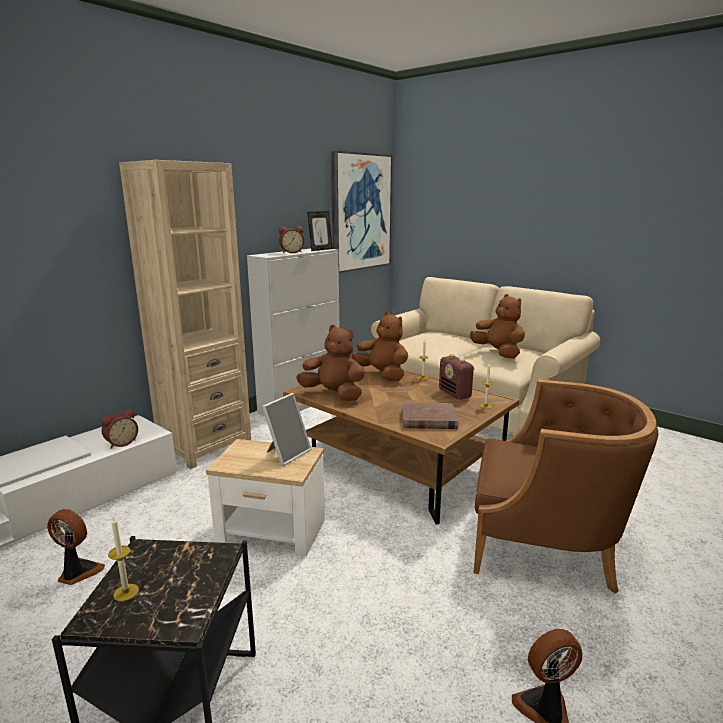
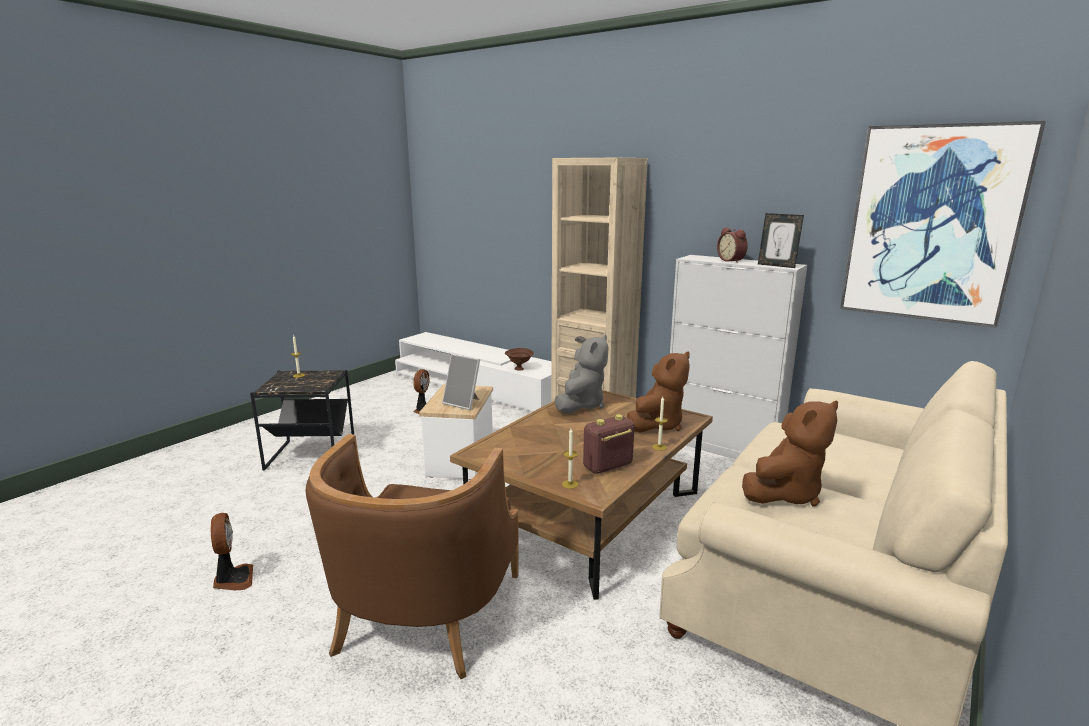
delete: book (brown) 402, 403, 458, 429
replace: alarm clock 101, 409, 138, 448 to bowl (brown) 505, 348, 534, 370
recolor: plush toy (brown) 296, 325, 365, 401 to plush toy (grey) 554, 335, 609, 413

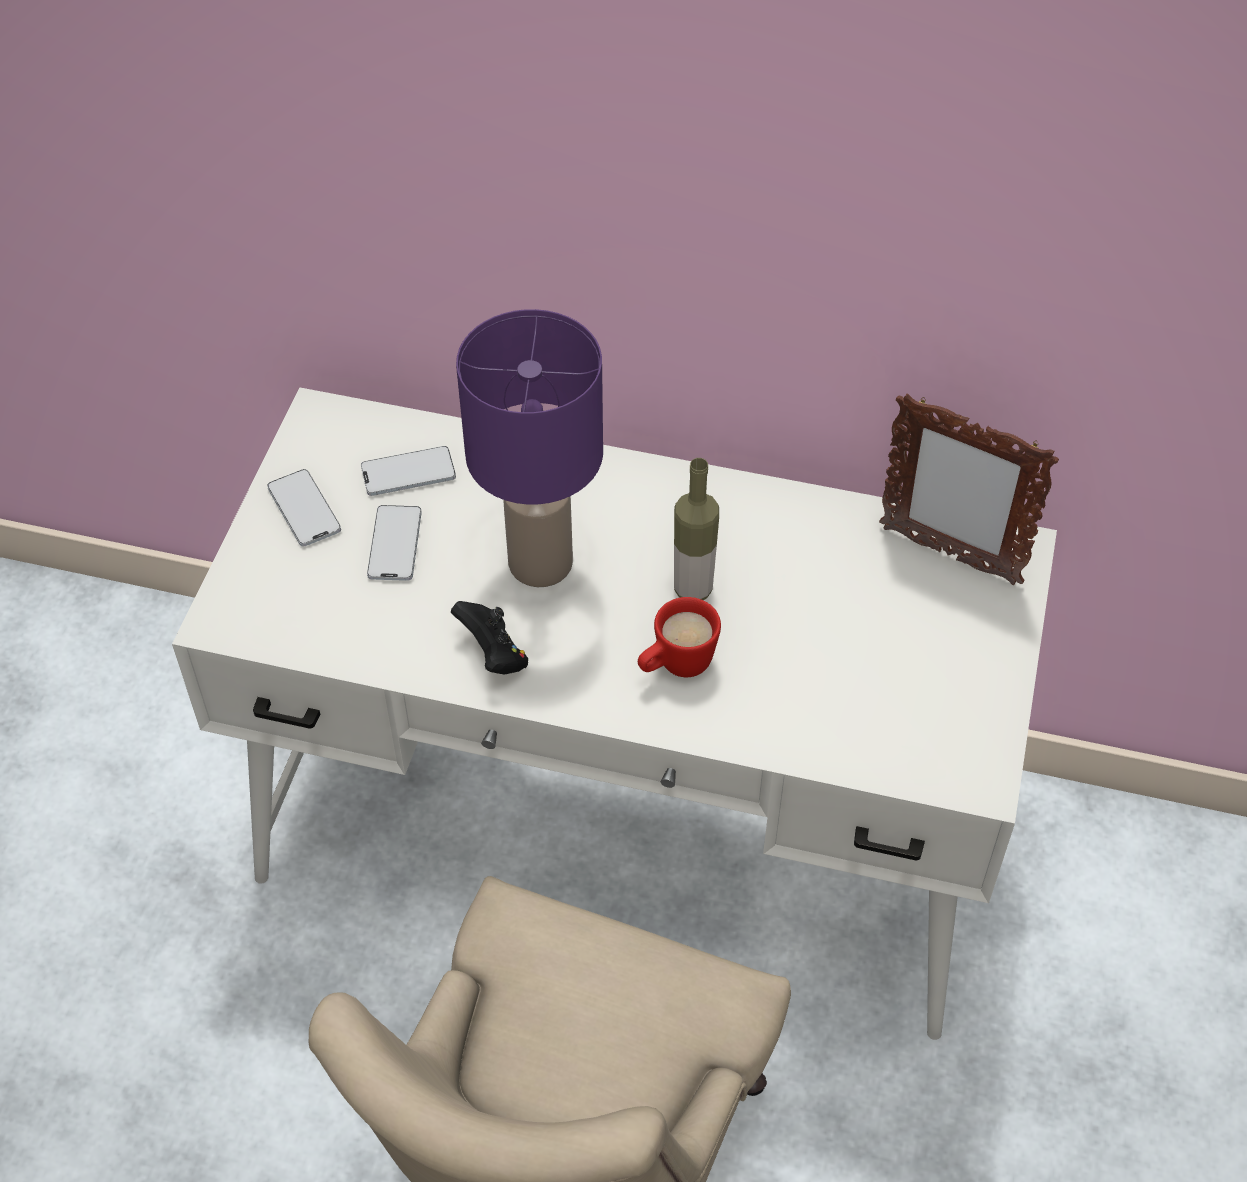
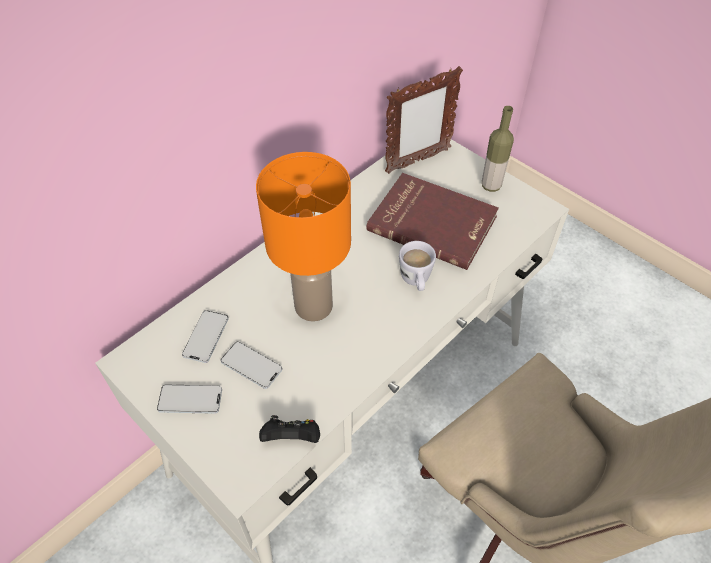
insert: book (red) 366, 173, 499, 270
move: game controller (black) 451, 601, 528, 675 to 259, 415, 320, 443; bottle 674, 458, 719, 600 to 482, 106, 514, 192
recolor: table lamp (purple) 456, 309, 603, 587 to table lamp (orange) 256, 152, 351, 322; mug (red) 638, 597, 721, 677 to mug (white) 399, 241, 436, 291

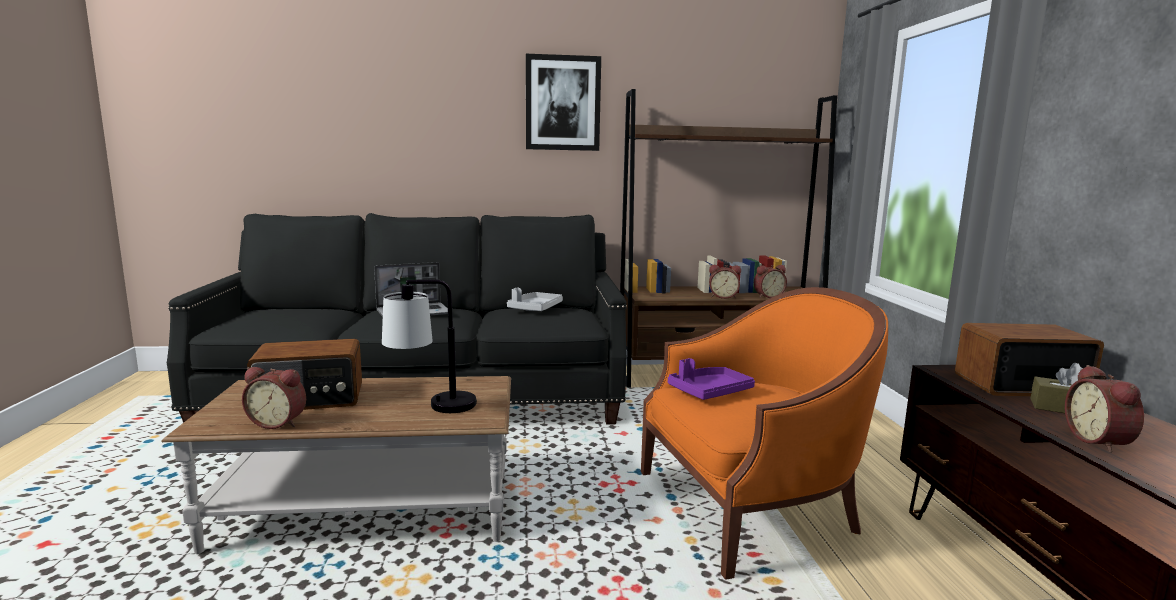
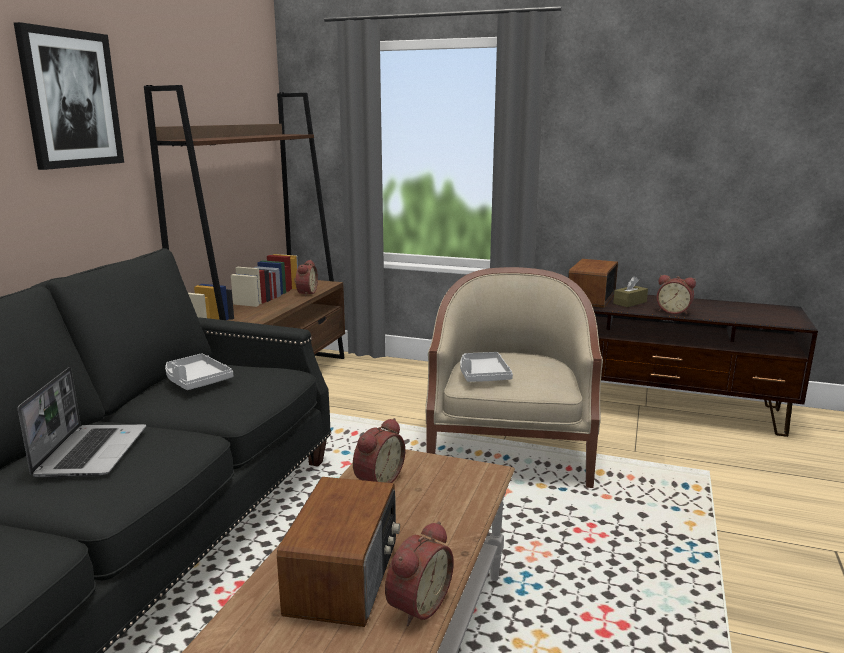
delete: table lamp 382, 279, 477, 413
move: alarm clock 709, 265, 741, 299 to 353, 418, 405, 483
recolor: armchair (orange) 641, 287, 888, 580 to armchair (beige) 425, 267, 603, 488; tray (purple) 668, 358, 755, 400 to tray (grey) 460, 352, 513, 382

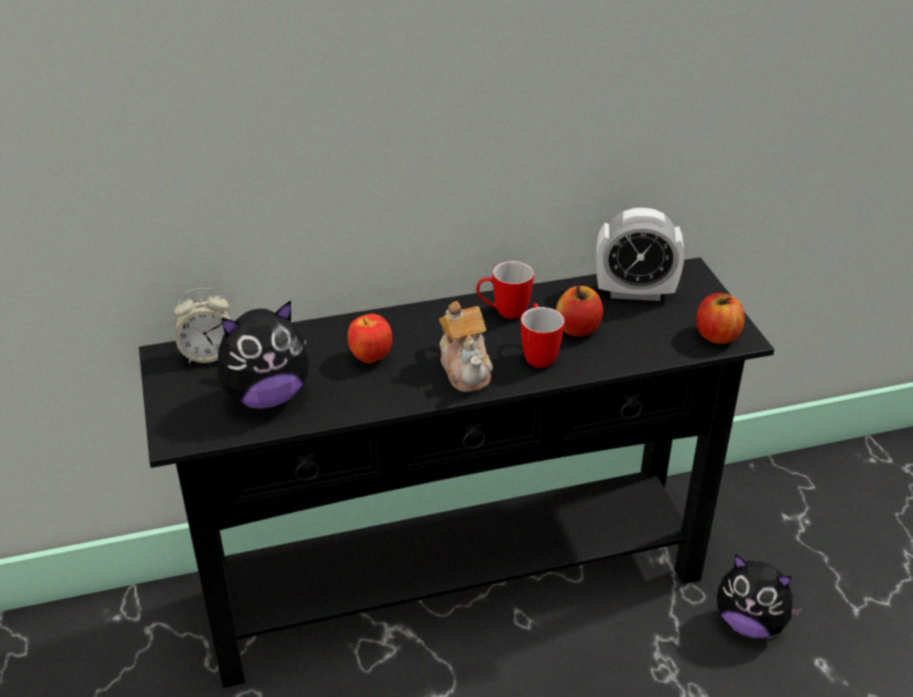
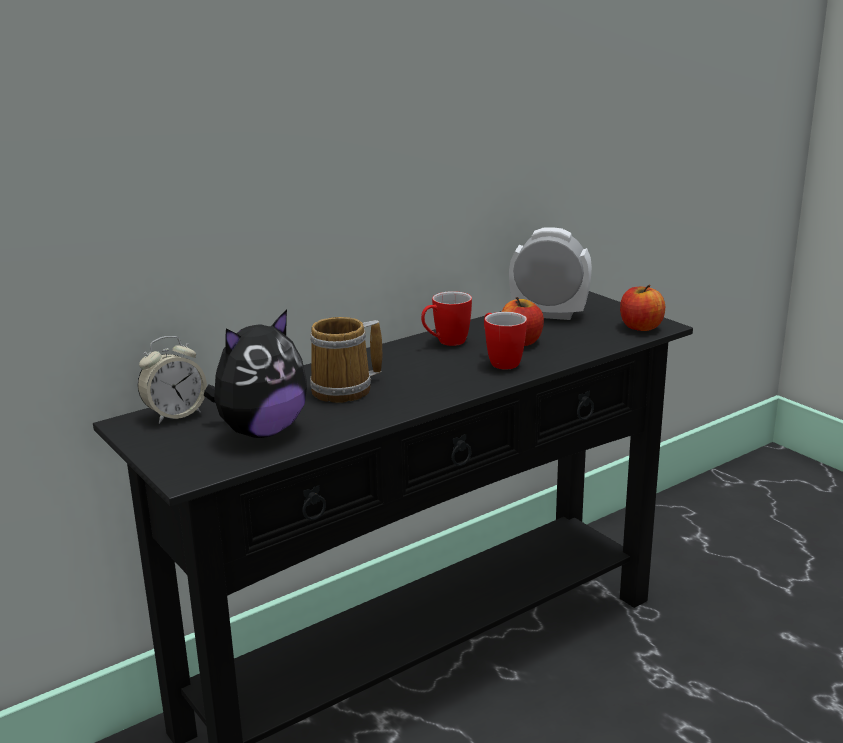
delete: teapot 439, 301, 493, 392; plush toy 717, 554, 803, 638
replace: apple 348, 314, 392, 363 to mug 310, 317, 382, 403
rotate: alarm clock 597, 207, 684, 301 = 509, 227, 592, 320 150 degrees counterclockwise

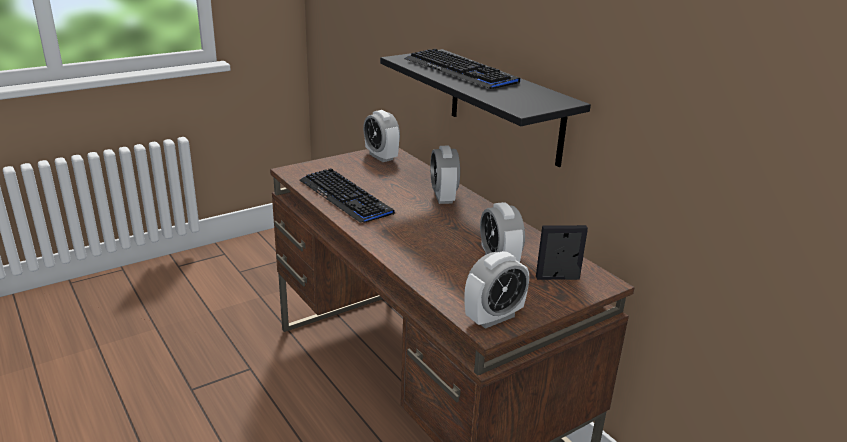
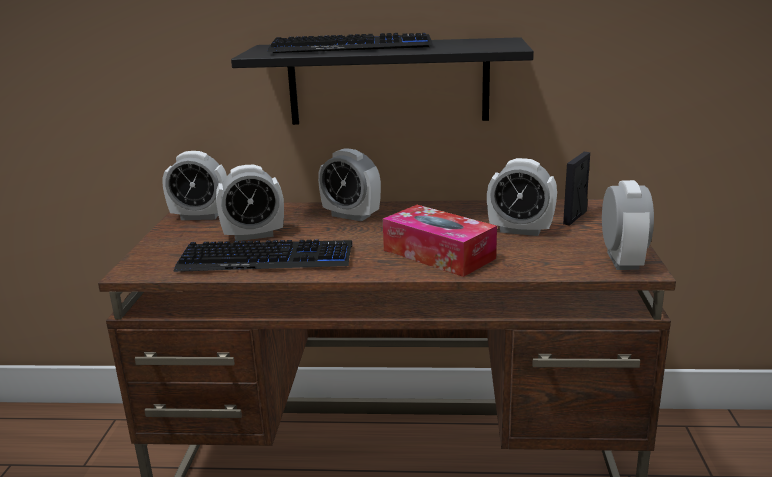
insert: alarm clock 216, 165, 284, 241; tissue box 383, 205, 497, 277

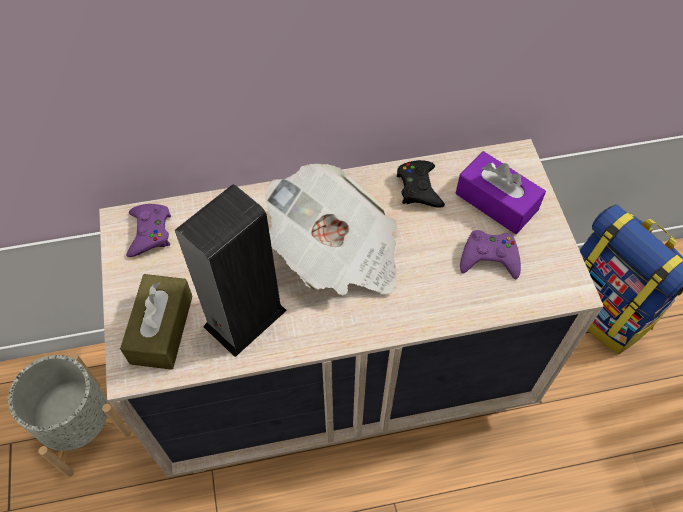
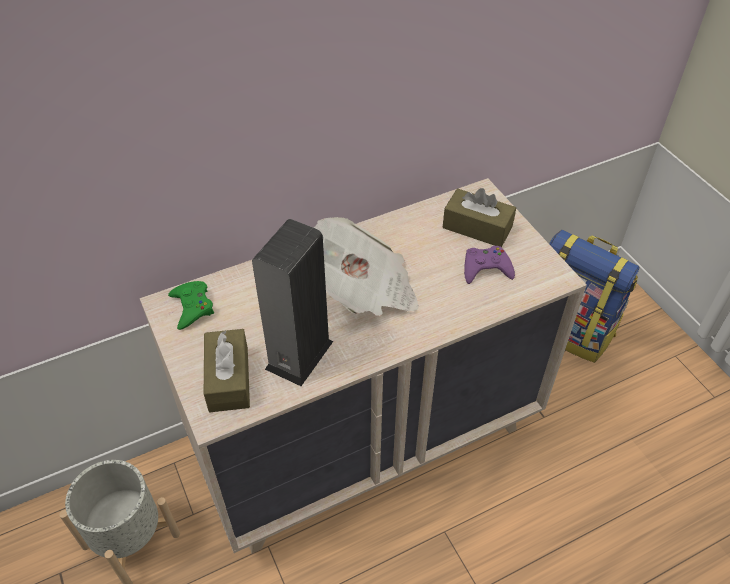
delete: game controller (black) 397, 160, 445, 207
recolor: game controller (purple) 126, 204, 171, 257 to game controller (green) 168, 281, 214, 330; tissue box (purple) 456, 151, 546, 234 to tissue box (brown) 442, 188, 516, 247

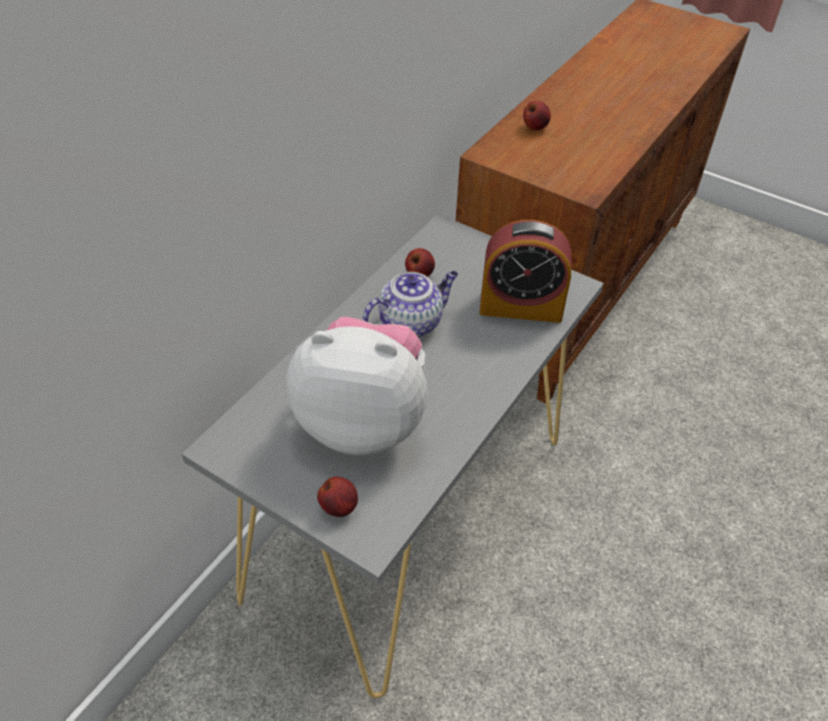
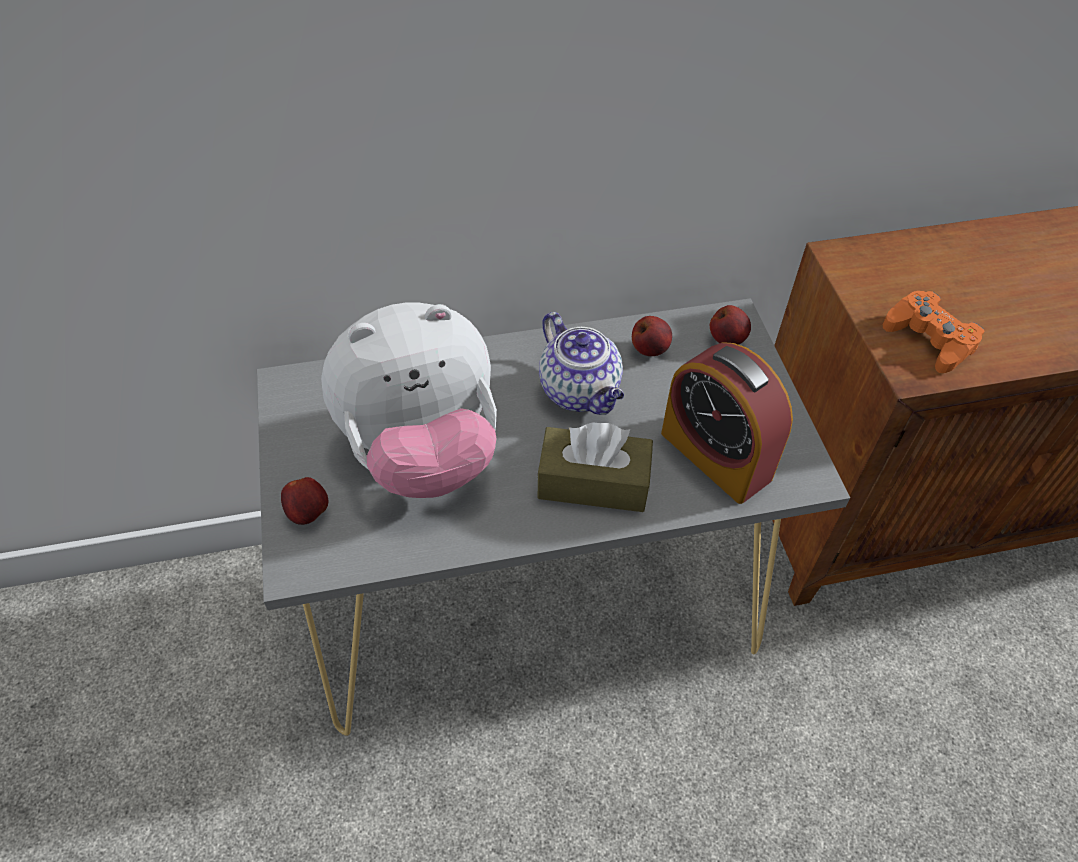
insert: tissue box (brown) 537, 422, 653, 512; game controller (orange) 883, 291, 985, 373
move: apple 523, 101, 551, 130 to 710, 305, 751, 345
rotate: plush toy 286, 317, 427, 455 = 321, 303, 497, 498 105 degrees clockwise; teapot 363, 271, 458, 337 = 539, 312, 624, 415 45 degrees clockwise

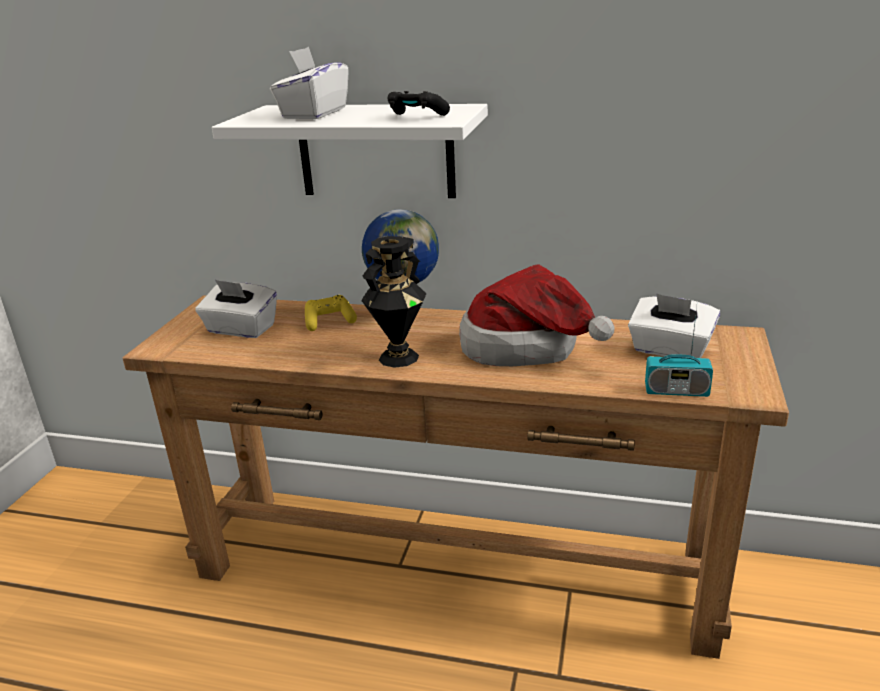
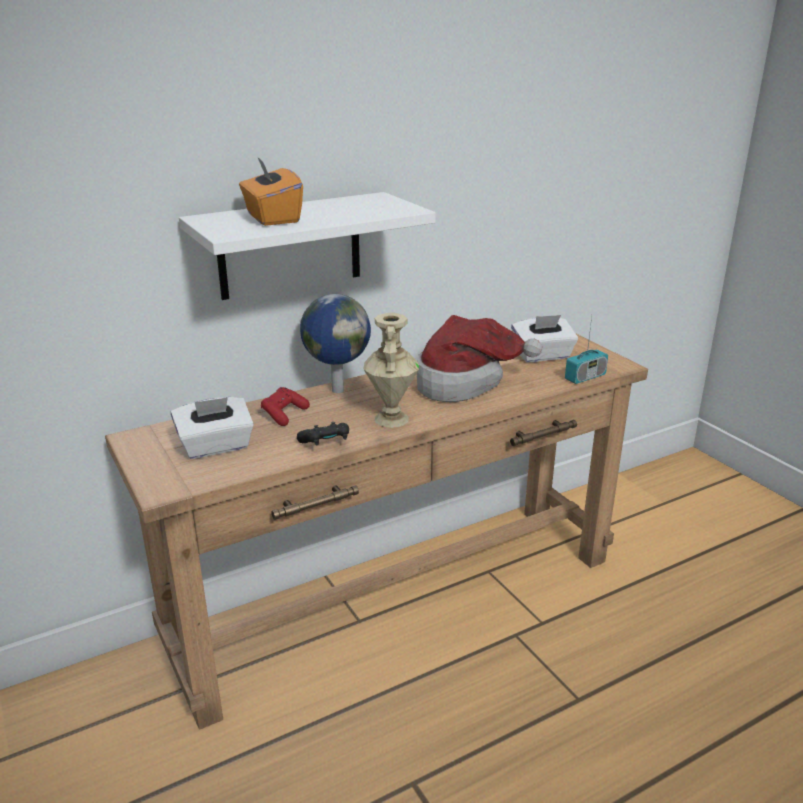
move: game controller (black) 388, 91, 450, 116 to 297, 422, 349, 445
recolor: tissue box (white) 270, 47, 349, 119 to tissue box (orange) 239, 158, 303, 226; game controller (yellow) 305, 295, 357, 331 to game controller (red) 261, 387, 310, 426; vase (black) 361, 236, 426, 368 to vase (beige) 363, 313, 419, 428

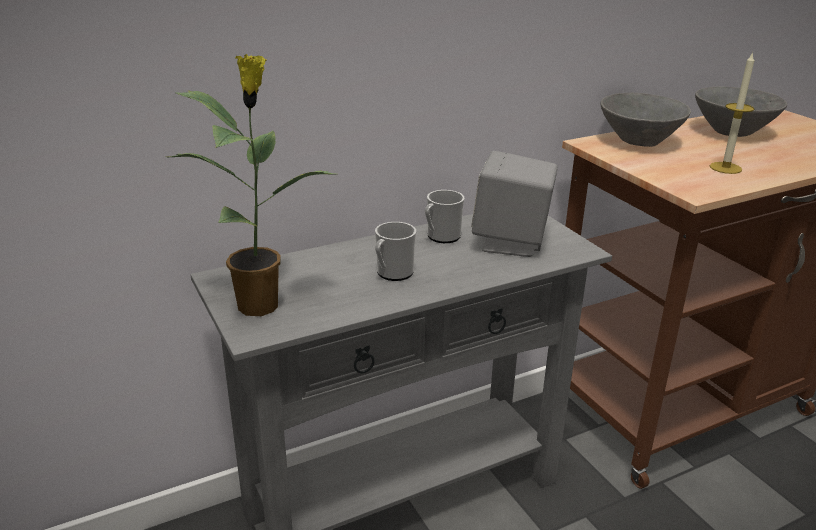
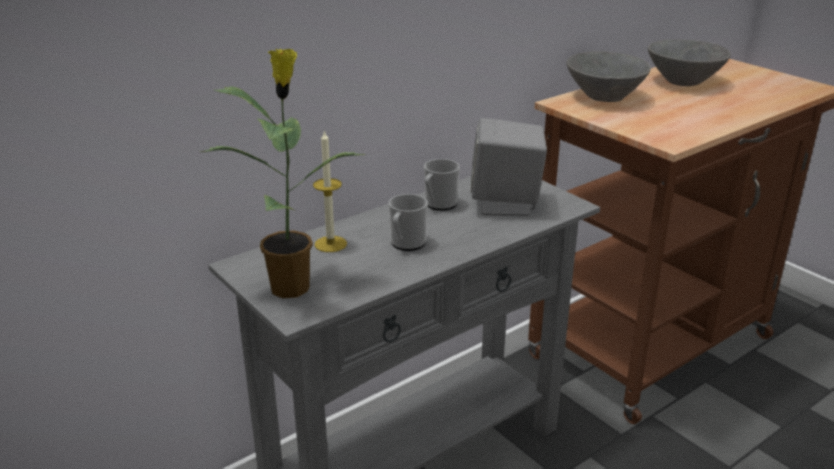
move: candle 710, 52, 754, 174 to 313, 130, 347, 252

